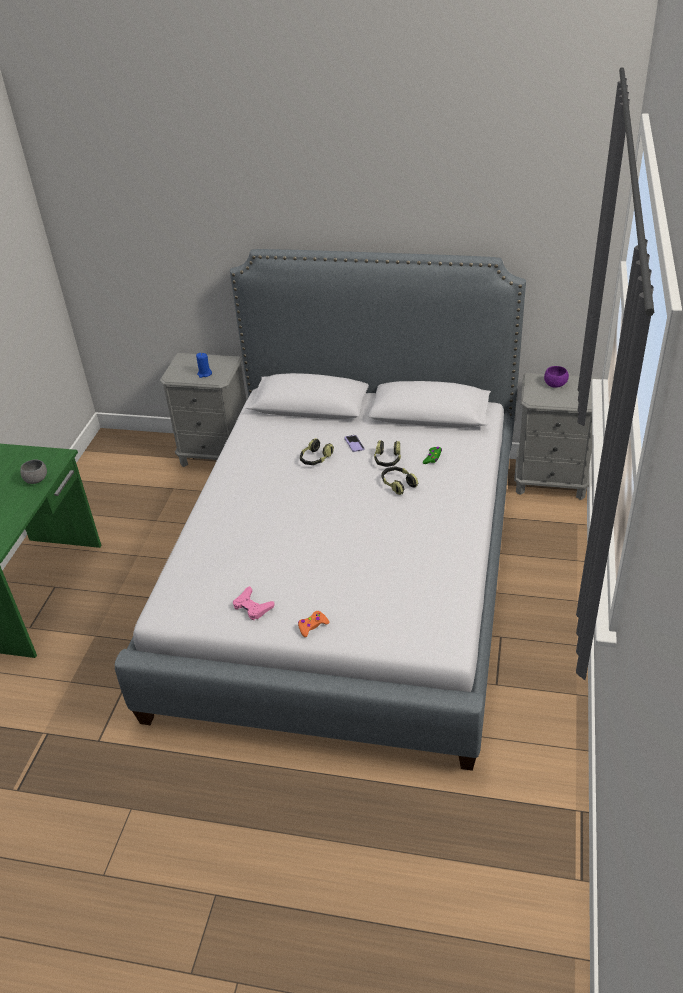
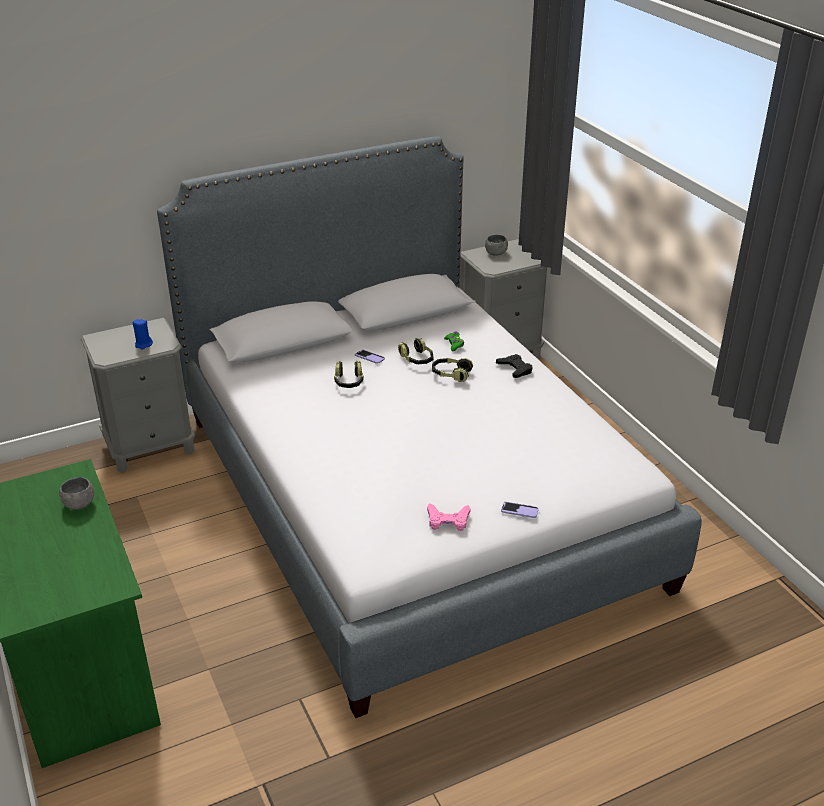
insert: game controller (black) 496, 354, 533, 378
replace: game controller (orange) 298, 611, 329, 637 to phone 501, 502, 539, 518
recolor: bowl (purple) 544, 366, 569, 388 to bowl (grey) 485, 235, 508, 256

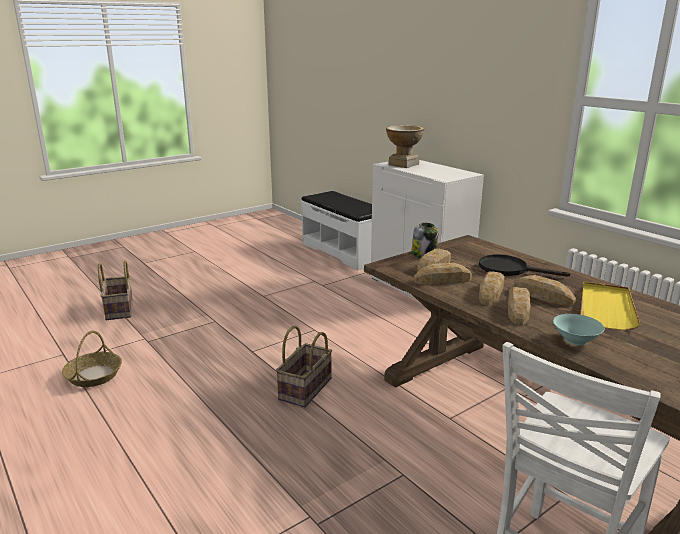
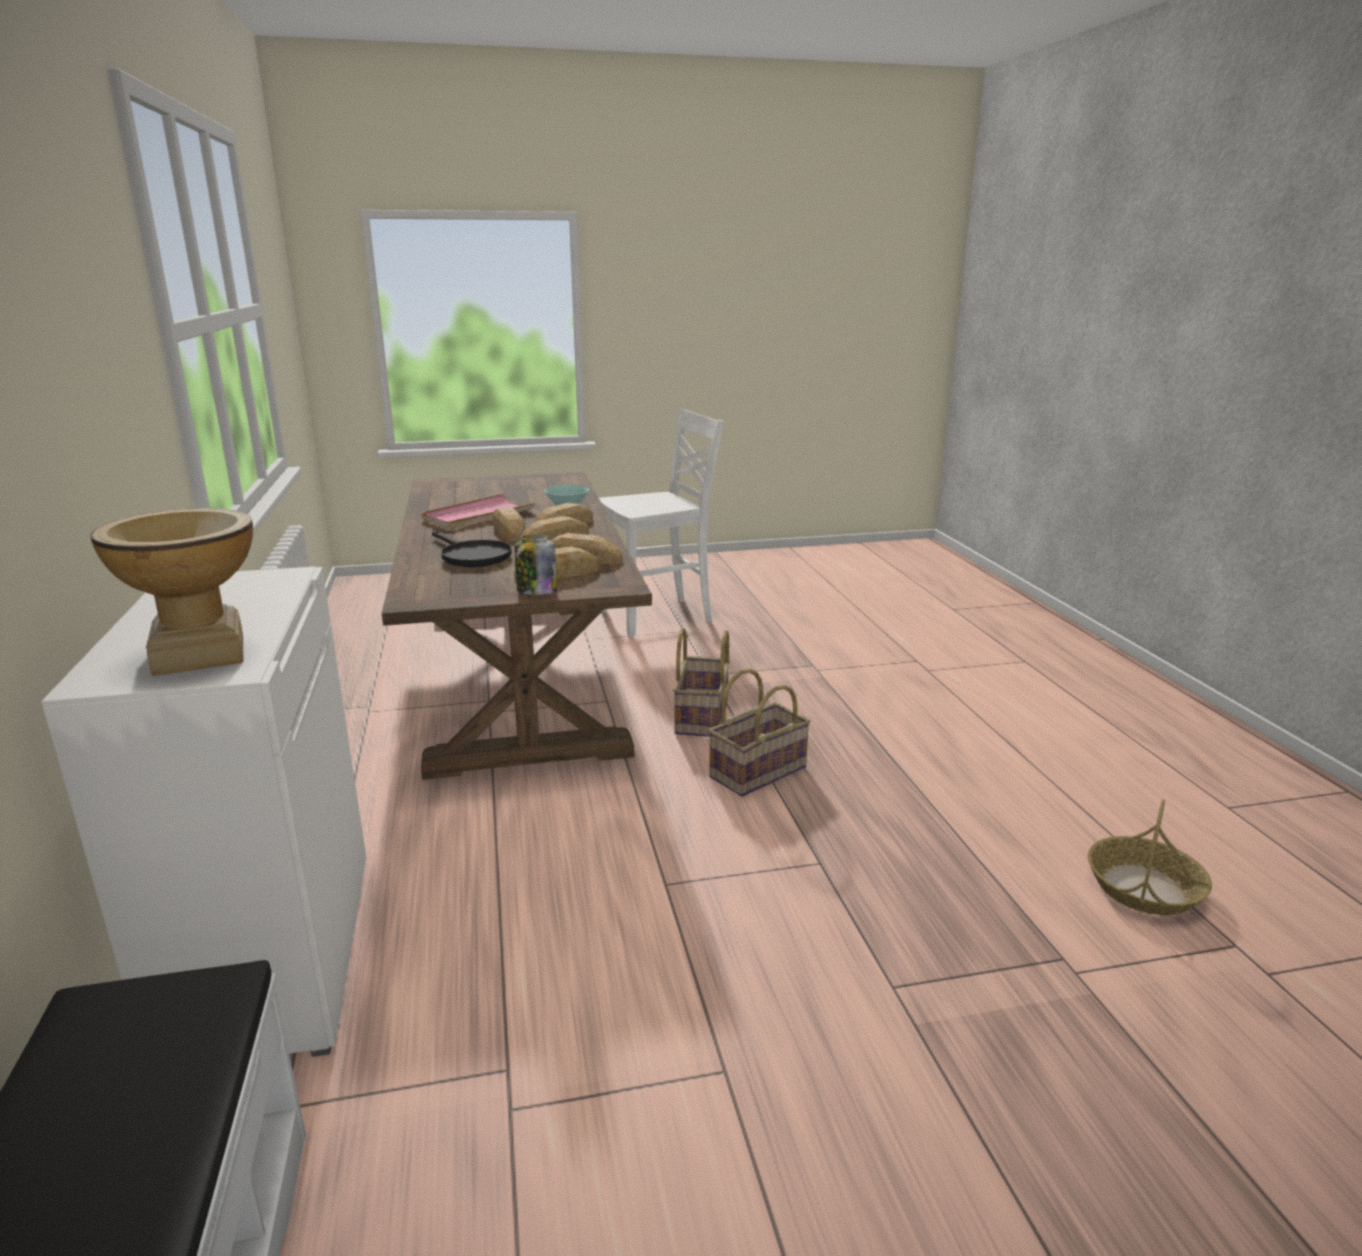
move: basket 98, 260, 133, 320 to 673, 628, 730, 737
recolor: tray (yellow) 580, 282, 640, 330 to tray (pink) 421, 494, 535, 530

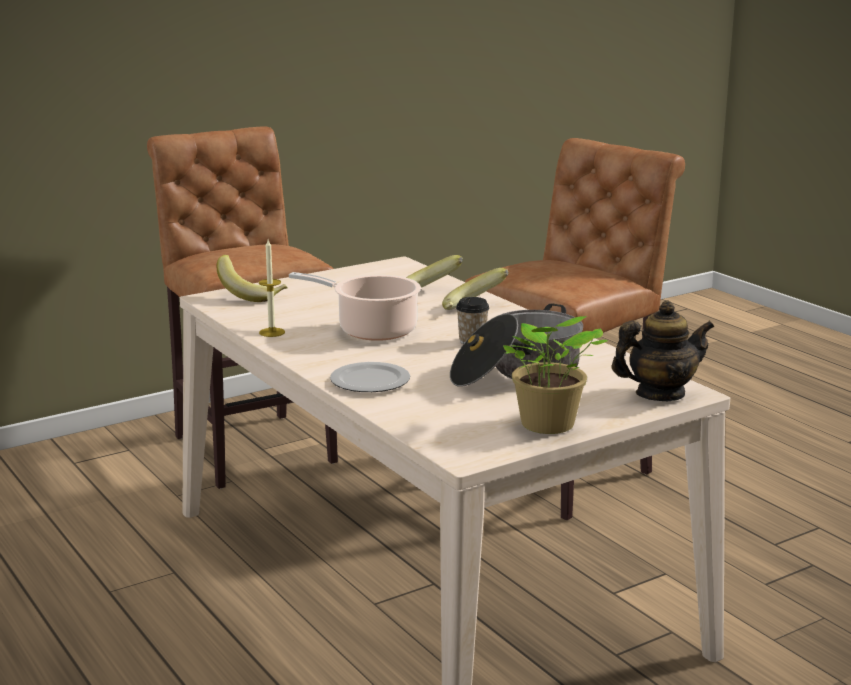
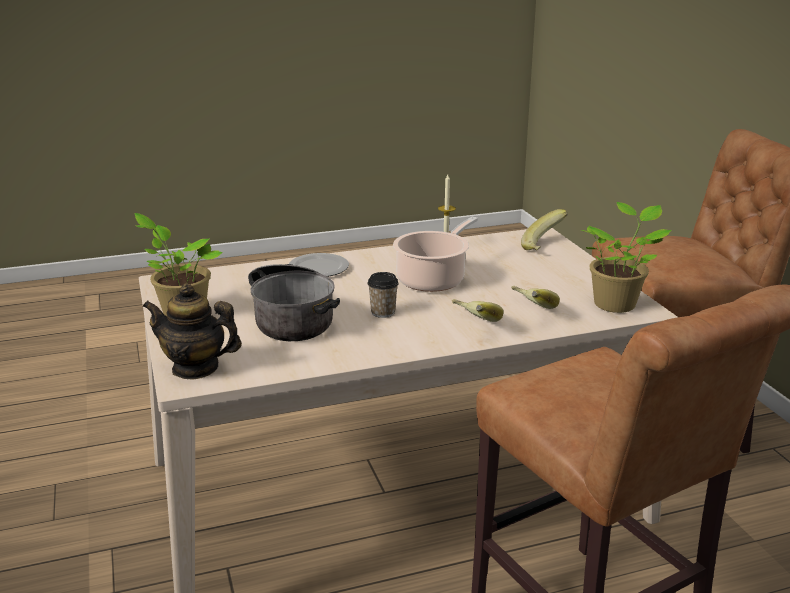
insert: potted plant 581, 202, 671, 313
rotate: teapot 612, 300, 715, 401 = 143, 283, 242, 380 105 degrees clockwise

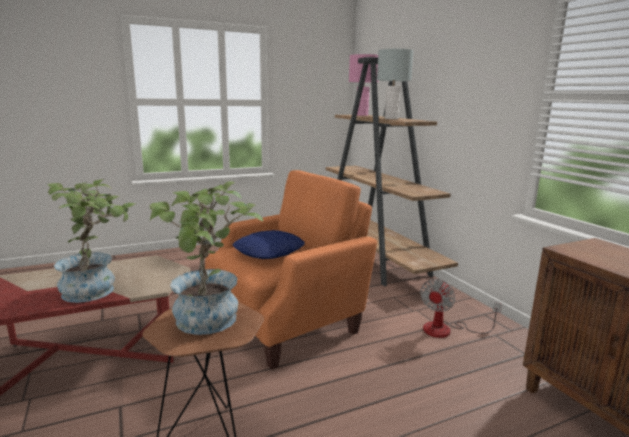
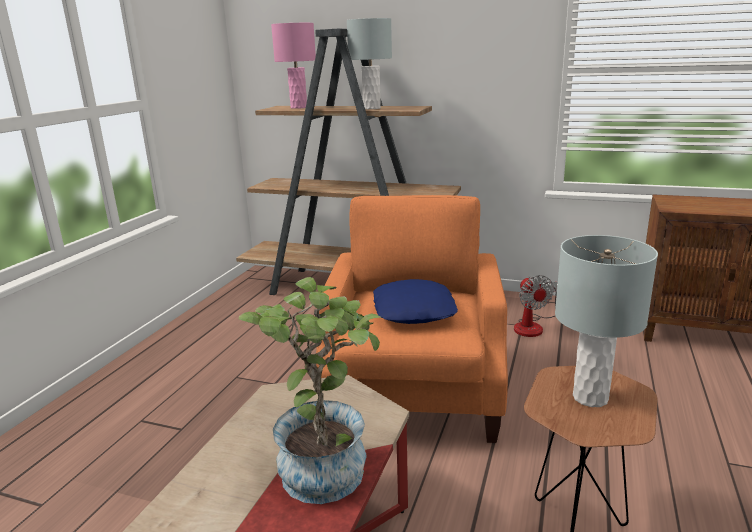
replace: potted plant 150, 181, 263, 335 to table lamp (grey) 555, 235, 658, 407

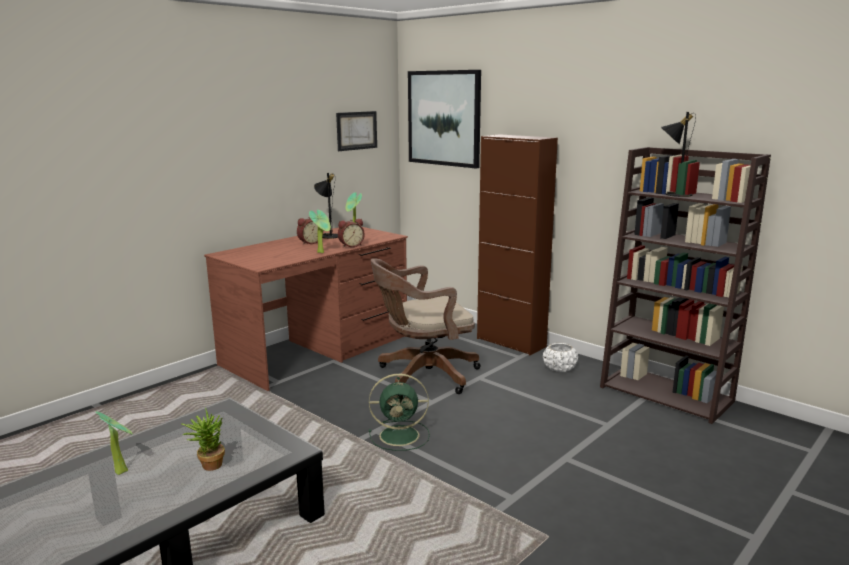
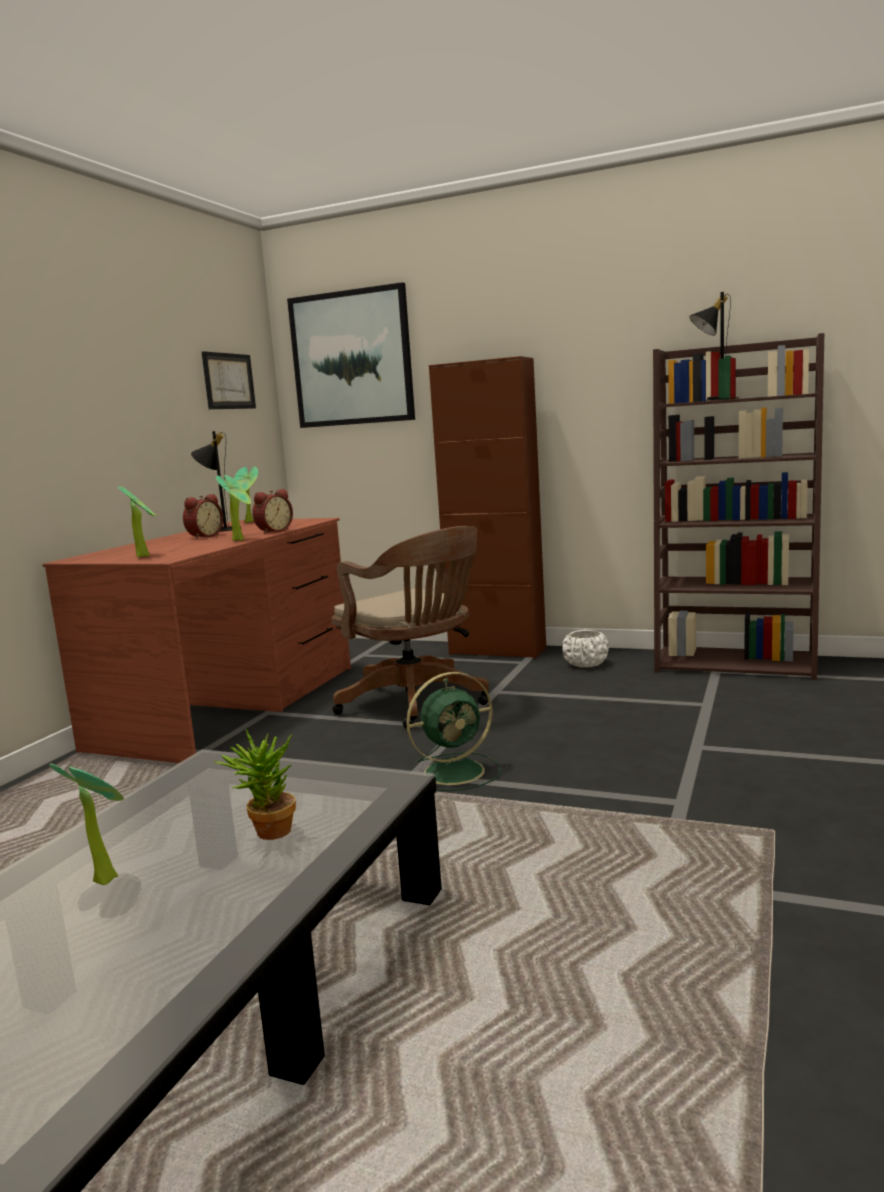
insert: potted plant 118, 486, 156, 557
rotate: office chair (brown) 371, 258, 481, 394 = 332, 526, 489, 729 90 degrees counterclockwise

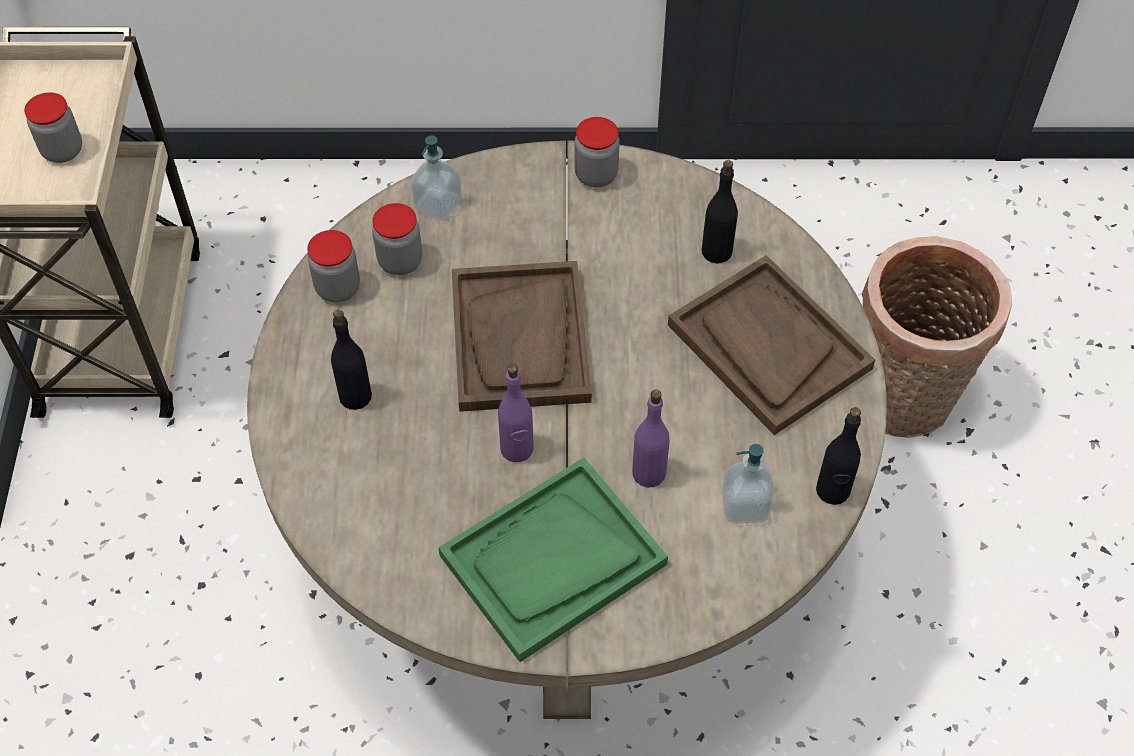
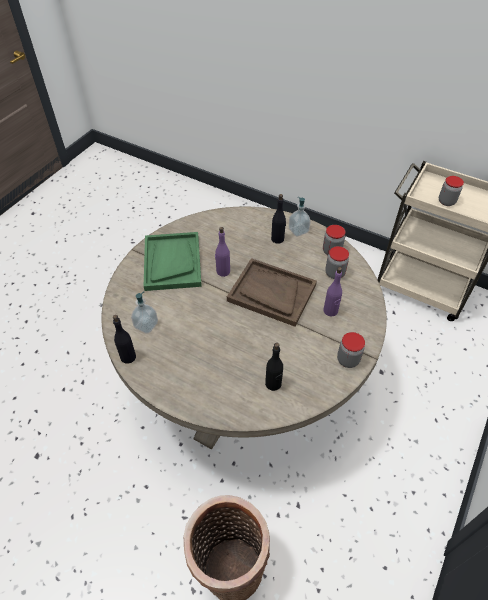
delete: tray (brown) 668, 255, 875, 435
move: soap dispenser 411, 135, 462, 220 to 289, 197, 311, 236; bottle (purple) 632, 390, 670, 487 to 323, 267, 342, 316

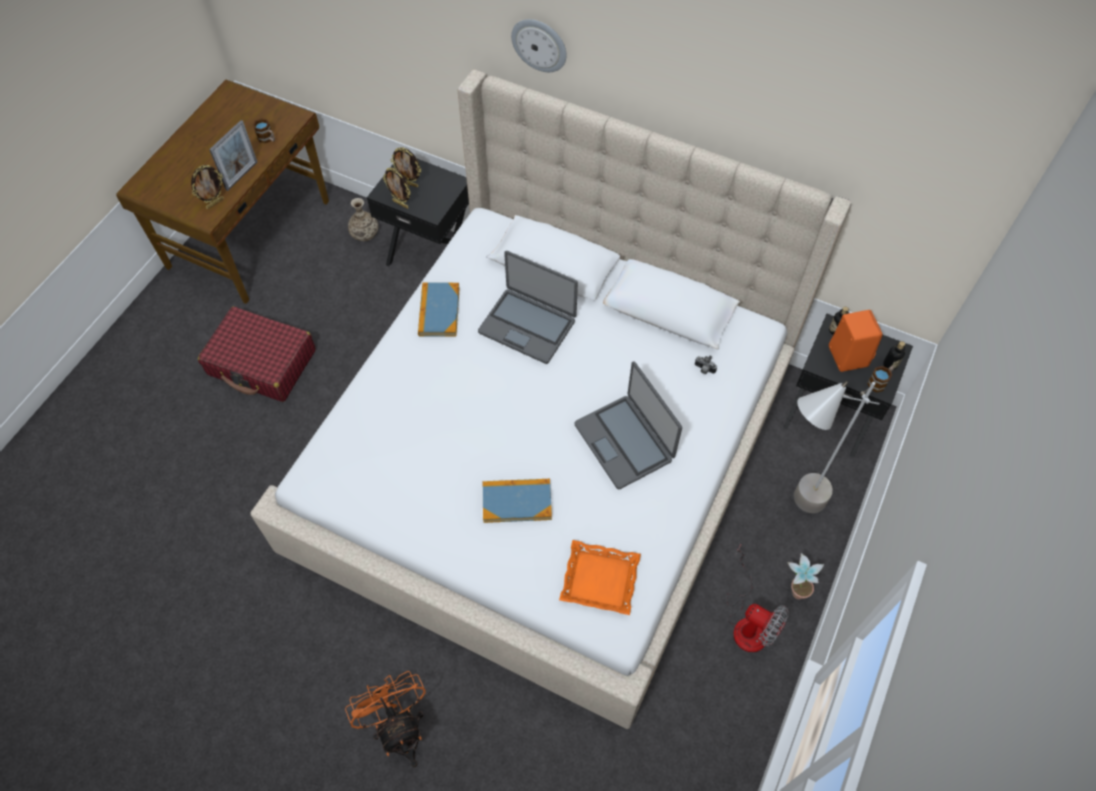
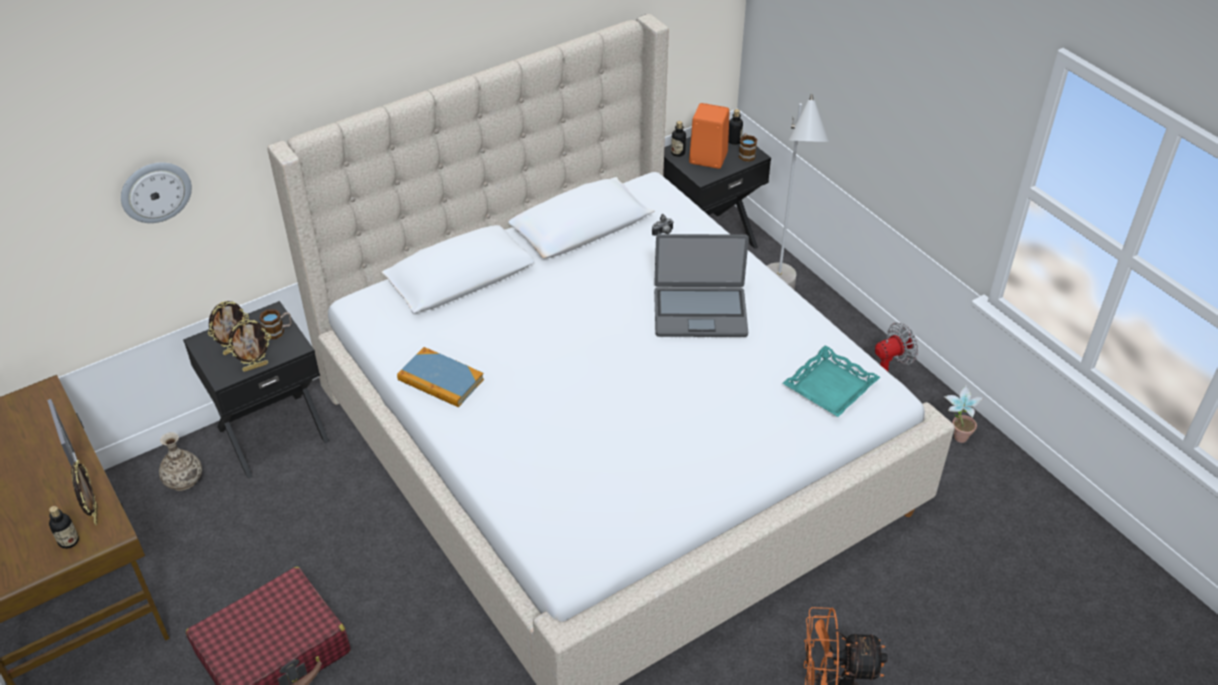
delete: laptop 478, 251, 578, 364; book 483, 479, 552, 523
insert: bottle 49, 506, 79, 549
move: mug 253, 118, 275, 143 to 259, 309, 292, 339; wall clock 511, 19, 567, 72 to 121, 162, 192, 223; potted plant 787, 553, 824, 599 to 943, 385, 984, 443
recolor: tray (orange) 559, 540, 641, 615 to tray (turquoise) 782, 345, 880, 417

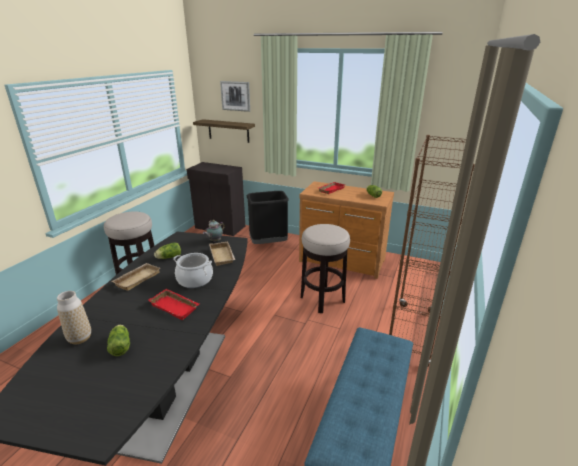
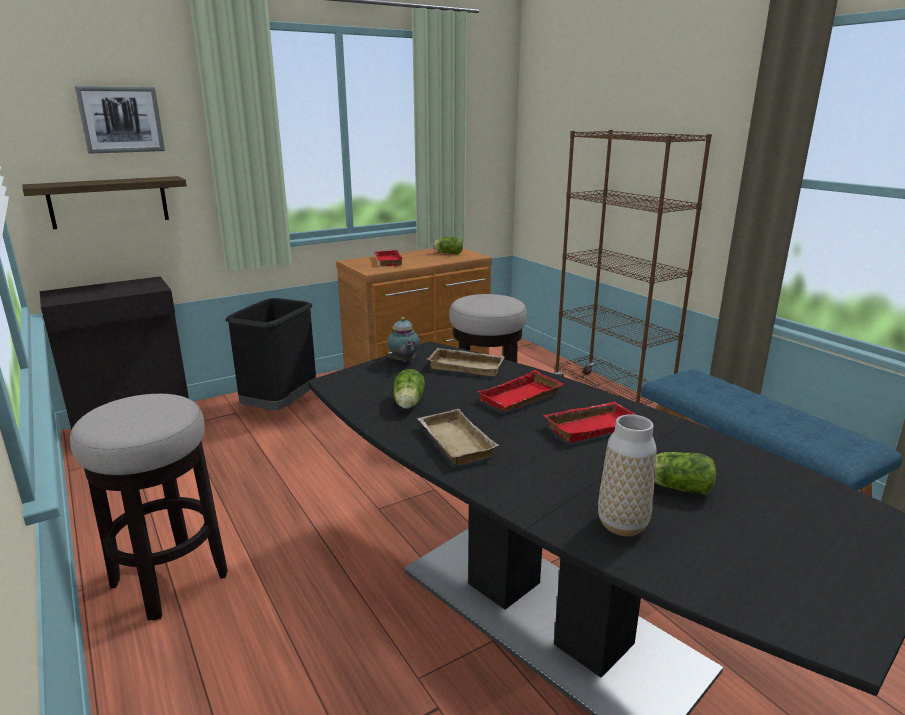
replace: cooking pot 173, 253, 213, 288 to tray (red) 477, 370, 564, 411

